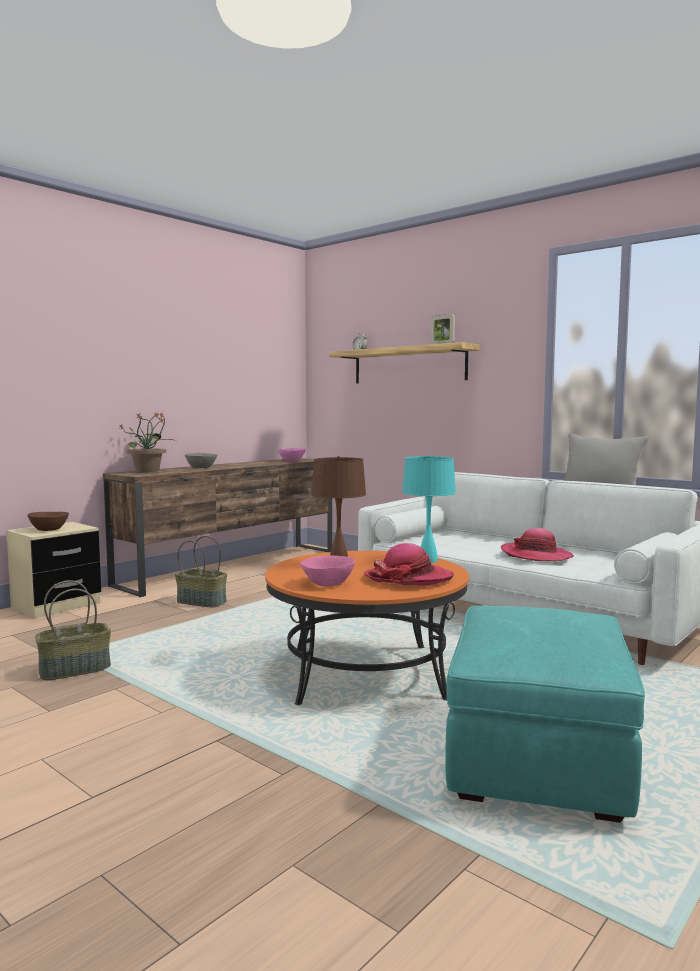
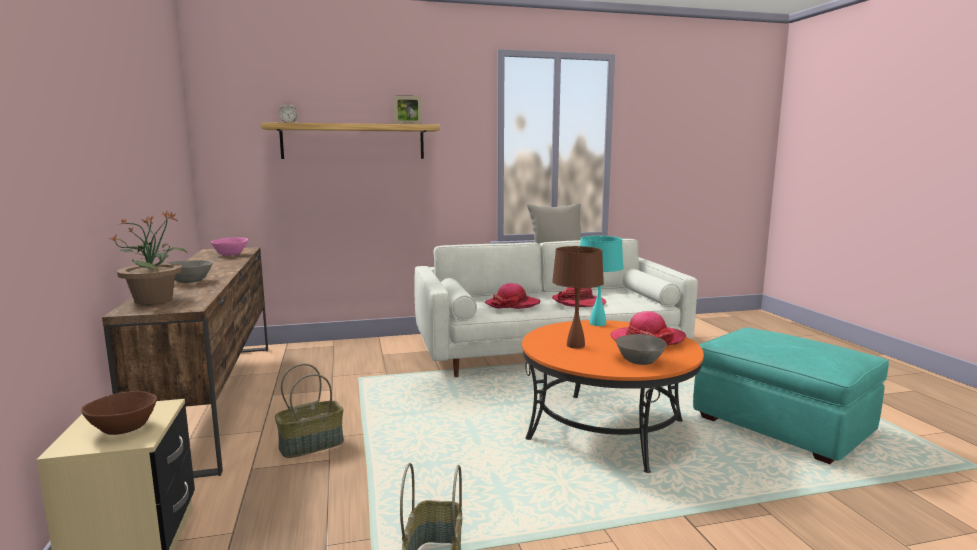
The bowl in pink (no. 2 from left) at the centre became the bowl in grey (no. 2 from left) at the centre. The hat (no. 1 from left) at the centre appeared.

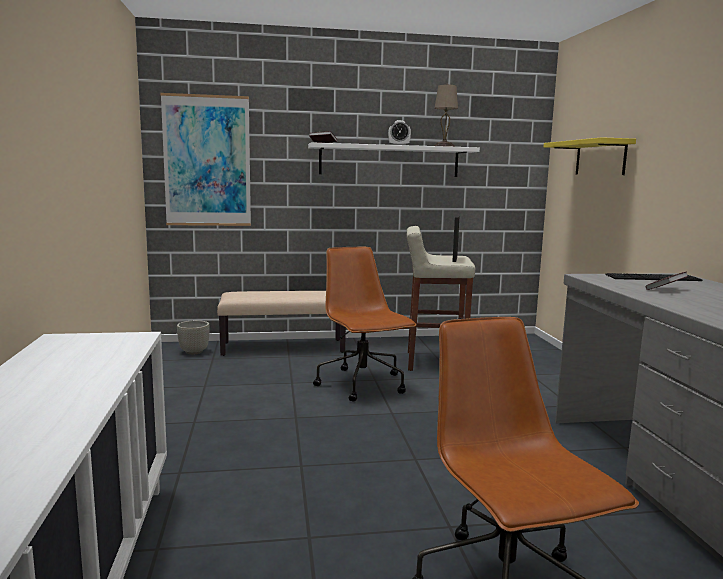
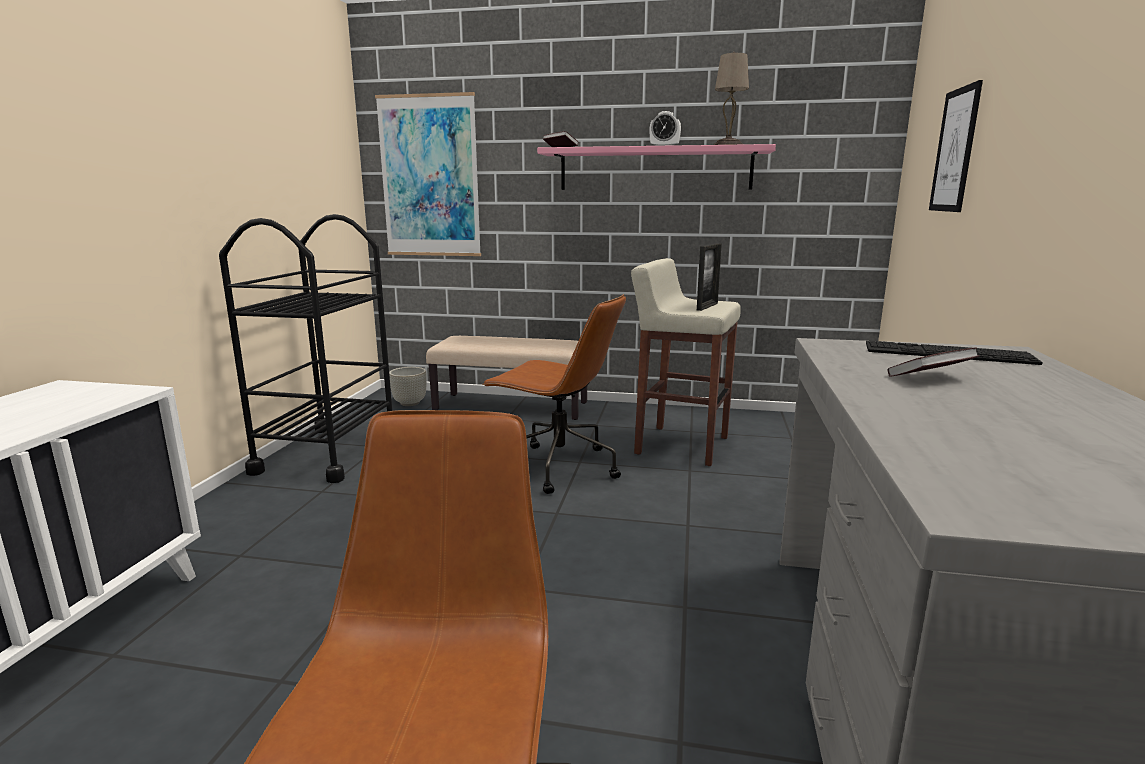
The shelf in yellow at the top right was replaced by the picture (no. 2 from left) at the top right. The shelf in white at the top centre became the shelf in pink at the top centre. The office chair in brown (no. 1 from left in the first image) at the centre turned 120 degrees clockwise. The cart in black at the middle left appeared.

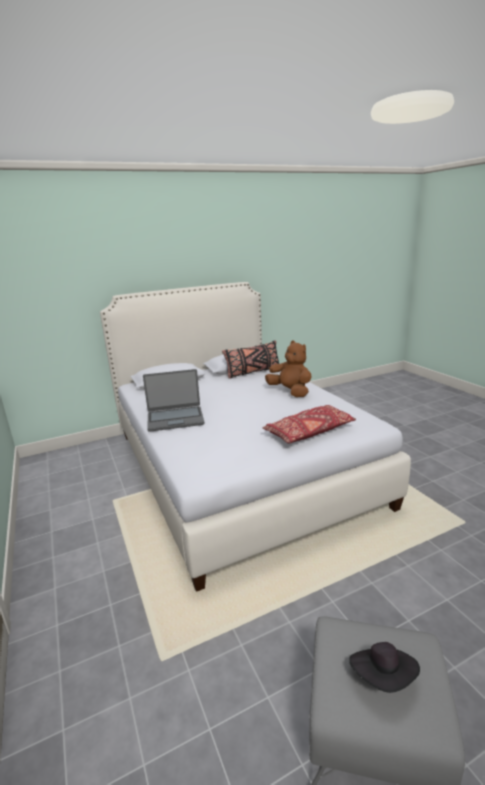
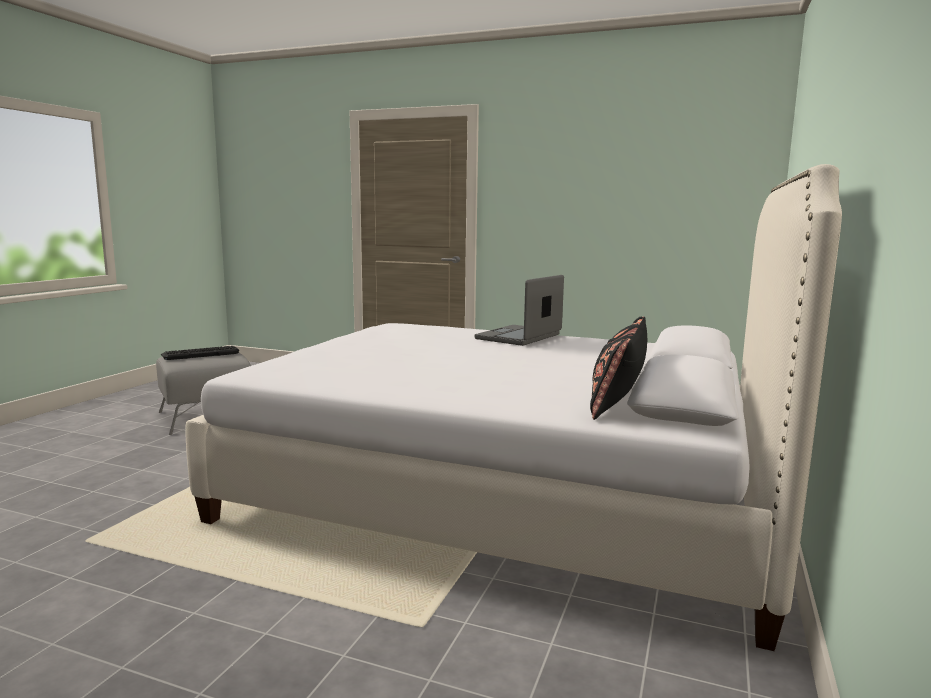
The plush toy in brown at the centre disappeared. The pillow in red at the centre disappeared. The hat in black at the bottom right was replaced by the keyboard at the middle left.

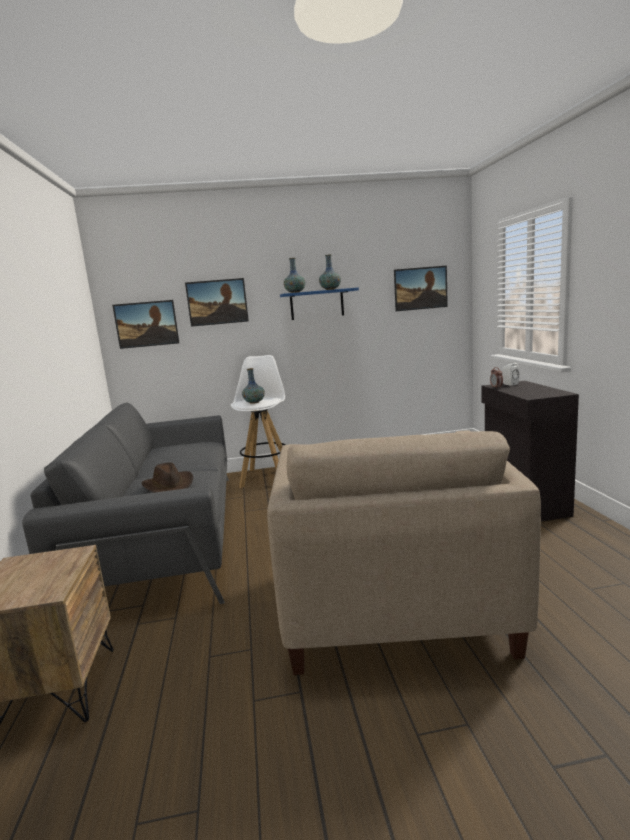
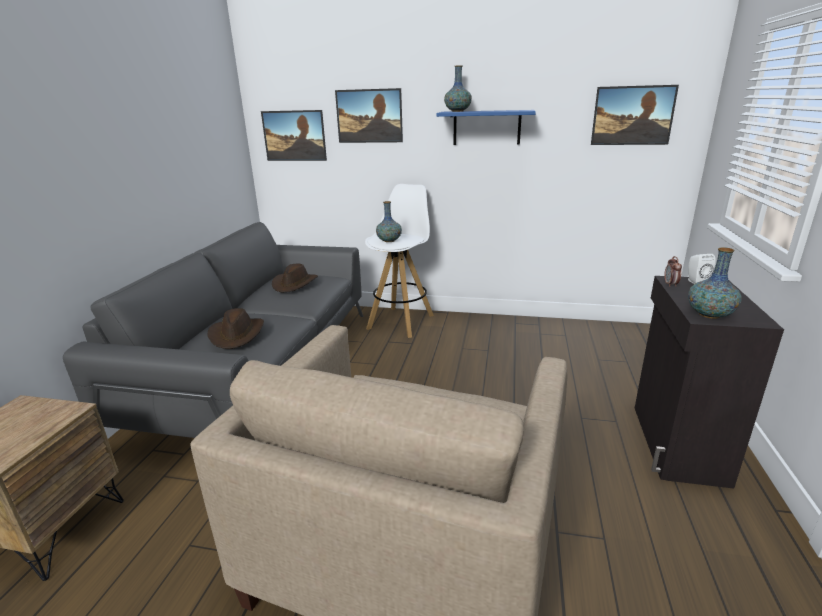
The vase (no. 3 from left) moved from the top centre to the middle right. The hat in brown (no. 2 from left) at the centre appeared.

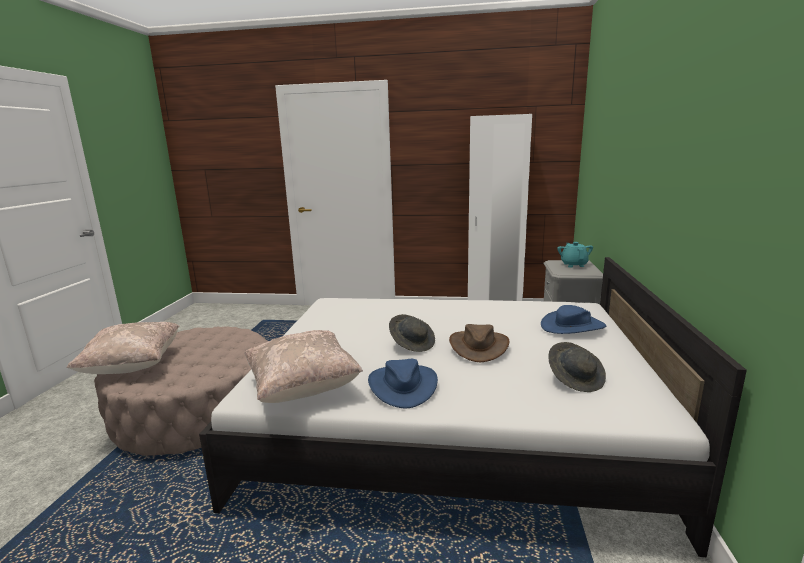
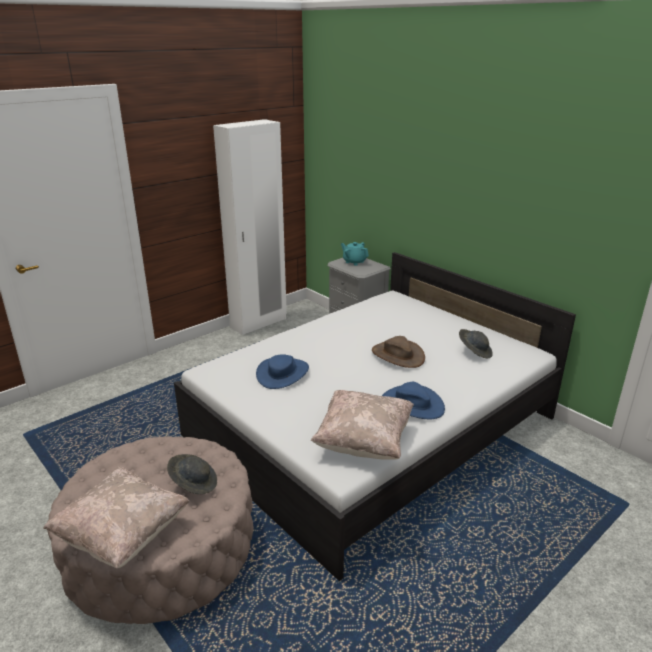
The hat in blue (no. 2 from left in the first image) moved from the middle right to the centre. The hat in grey (no. 1 from left) moved from the centre to the bottom left.

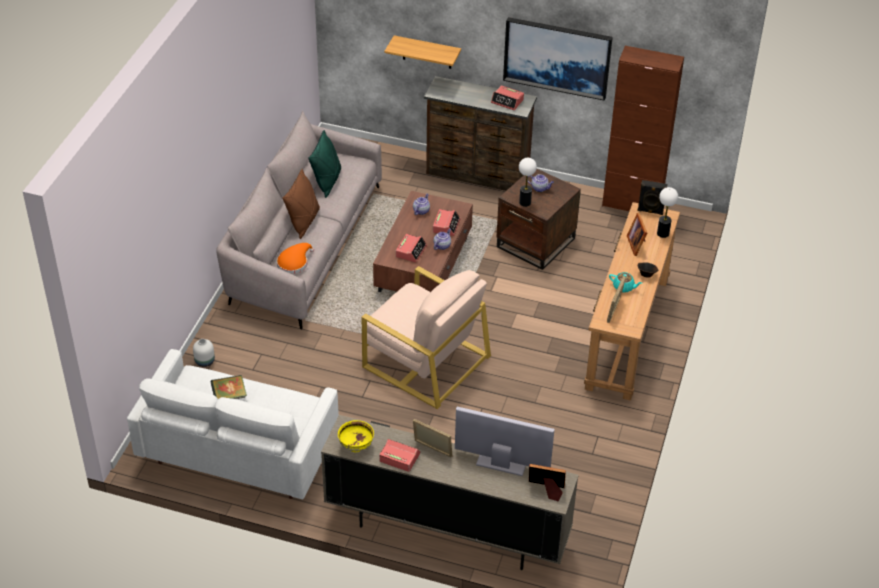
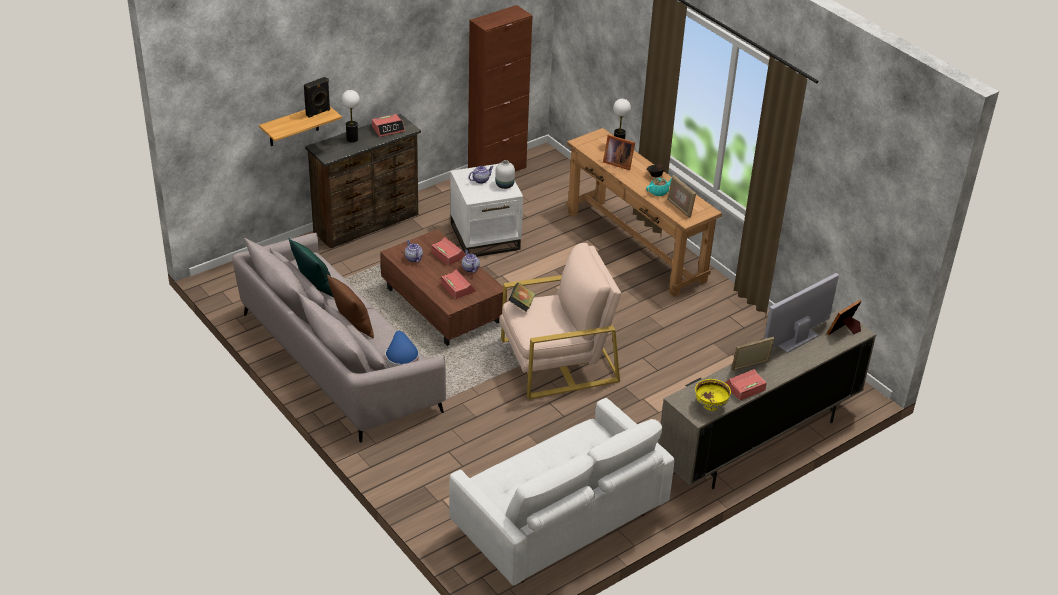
The picture at the top centre disappeared. The table lamp (no. 1 from left) moved from the top centre to the top left. The side table in brown at the centre became the side table in white at the centre. The speaker in black moved from the middle right to the top left. The hat in orange at the centre became the hat in blue at the centre. The vase in white moved from the middle left to the top centre. The book moved from the middle left to the centre.

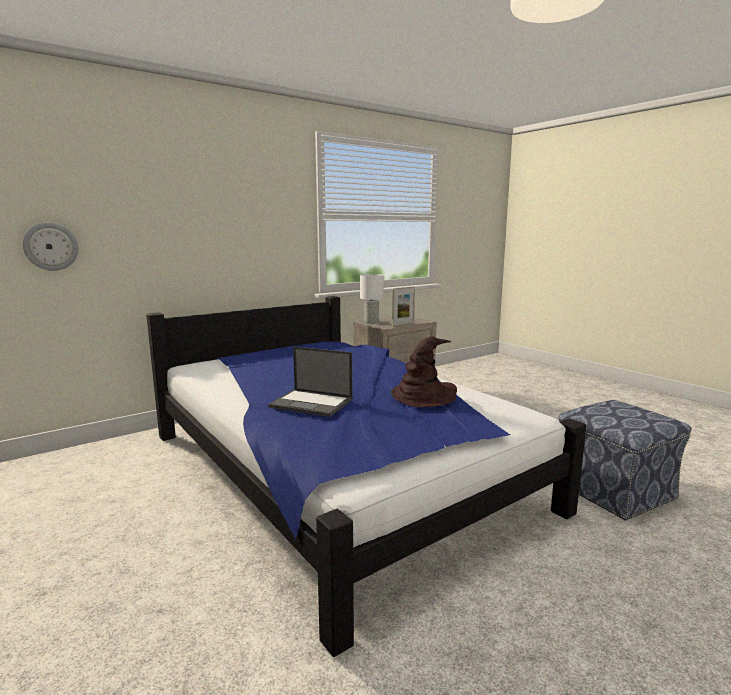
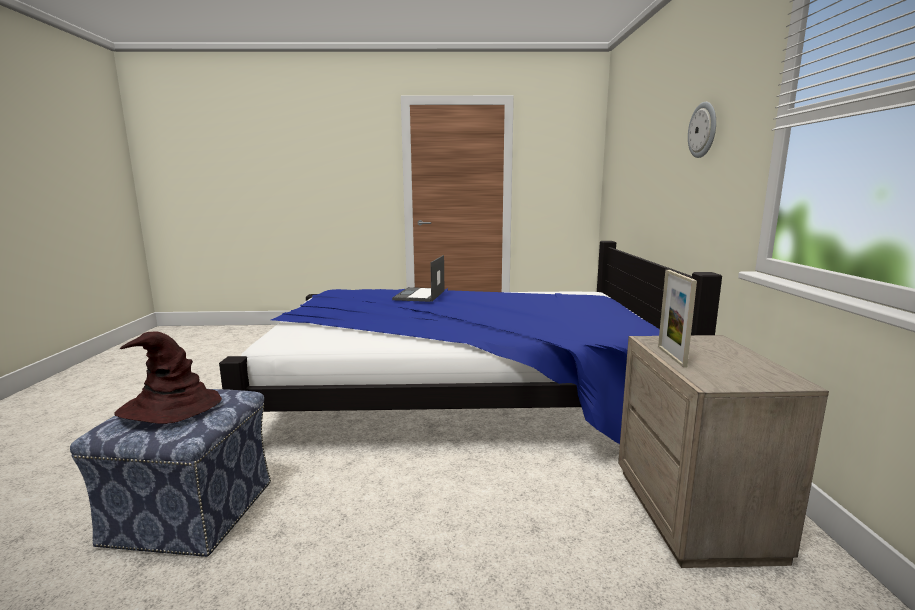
The wall clock moved from the middle left to the top right. The table lamp in white at the centre disappeared. The hat in brown moved from the centre to the middle left. The laptop at the centre turned 45 degrees counterclockwise.

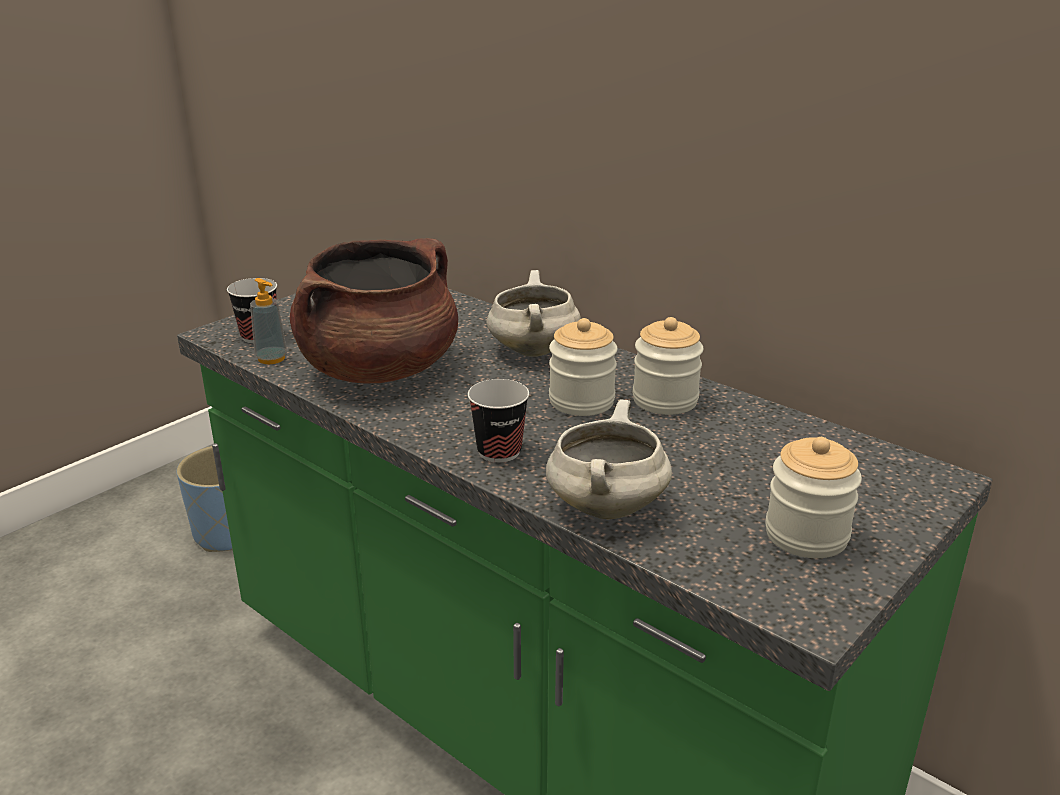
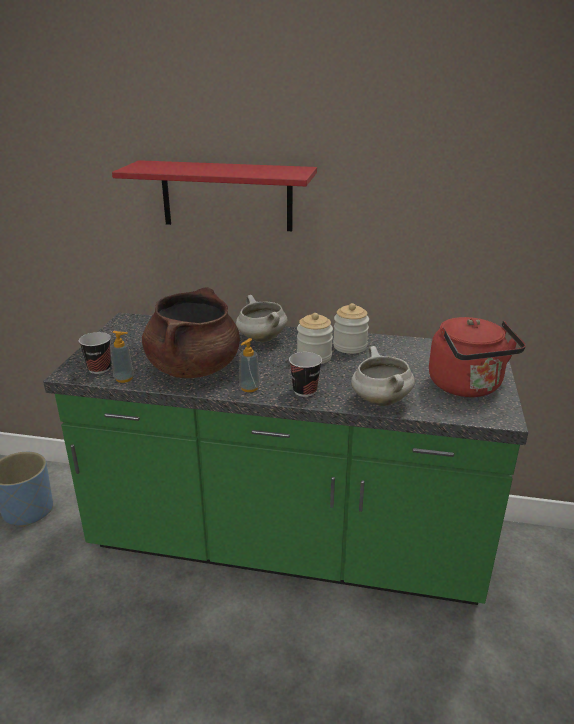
The jar (no. 3 from left) at the middle right was replaced by the kettle in red at the middle right. The shelf in red at the top centre appeared. The soap dispenser (no. 2 from left) at the centre appeared.

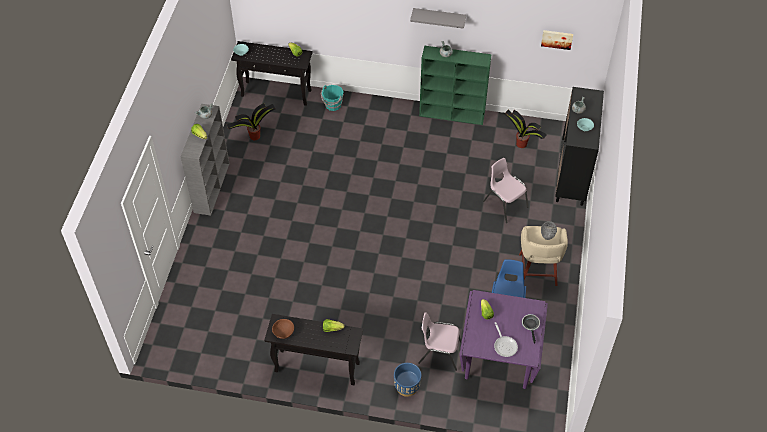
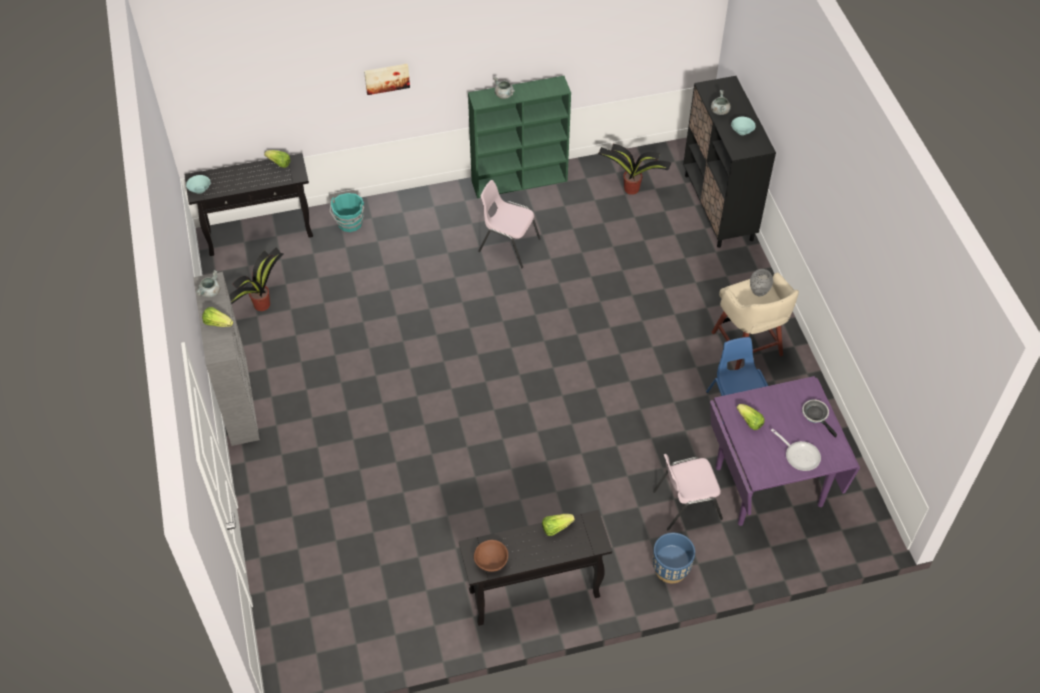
The shelf in grey at the top centre disappeared. The picture moved from the top right to the top centre. The chair in pink (no. 2 from left in the first image) moved from the centre to the top centre.

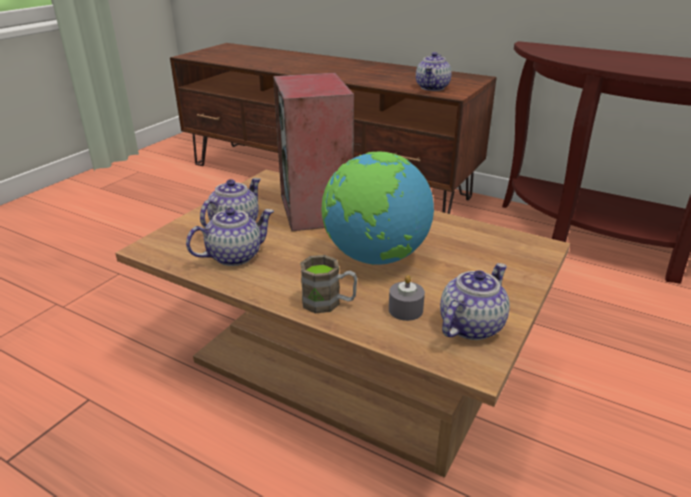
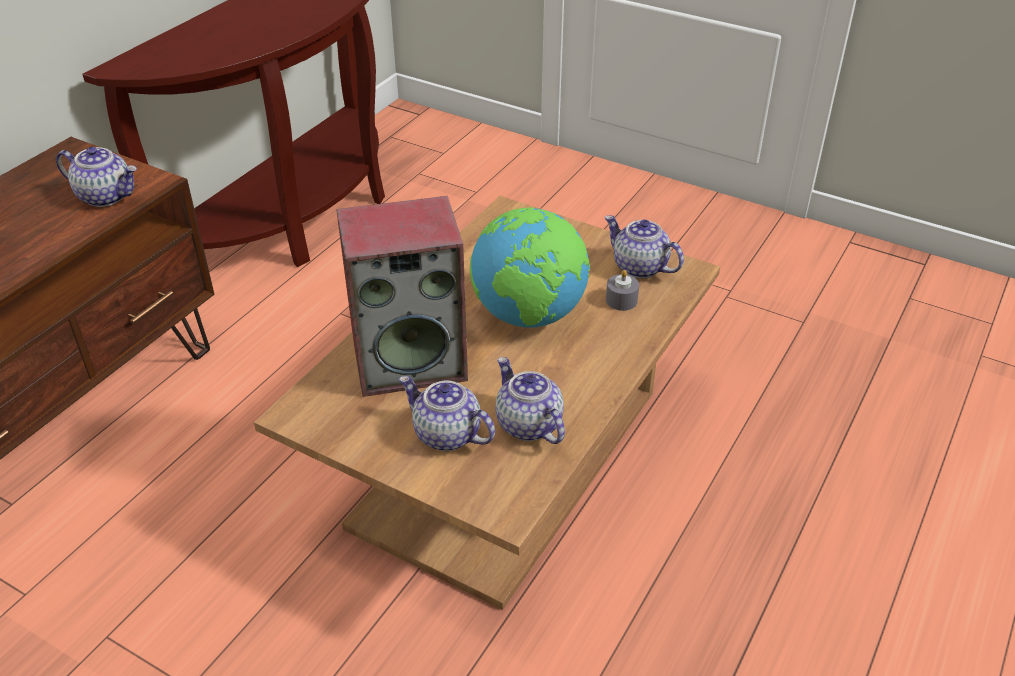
The mug in brown at the centre disappeared.

